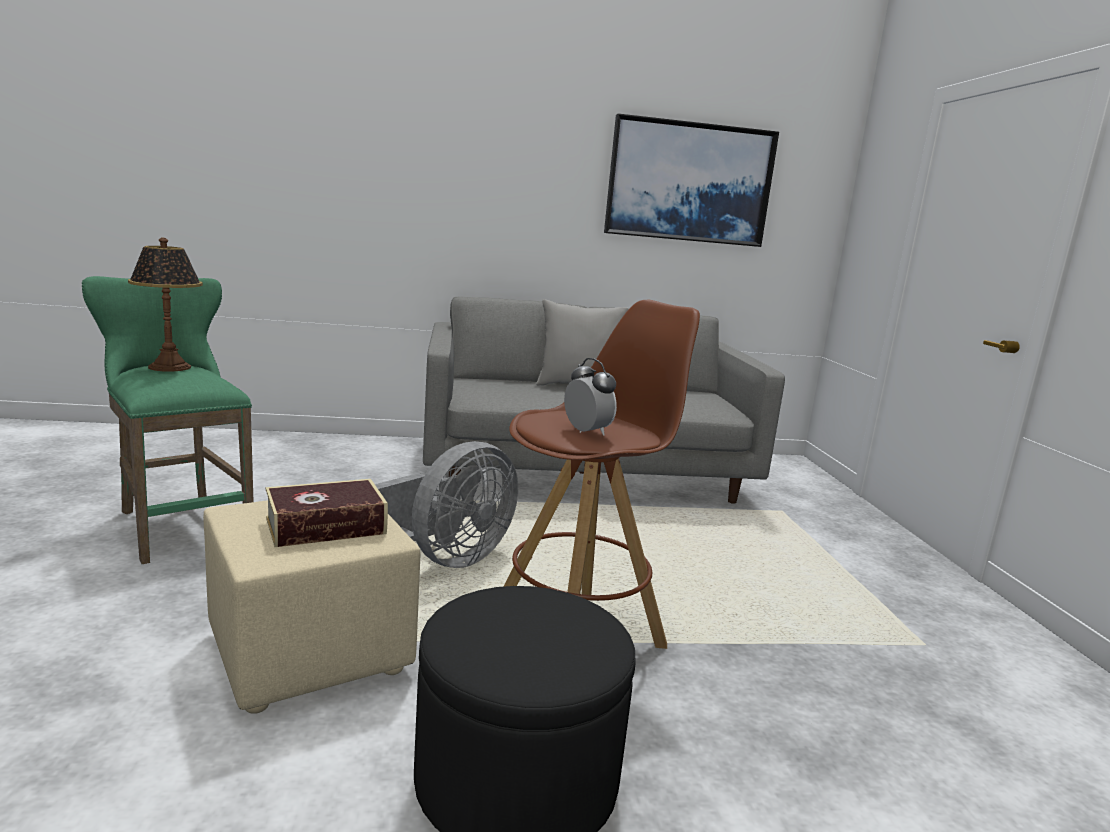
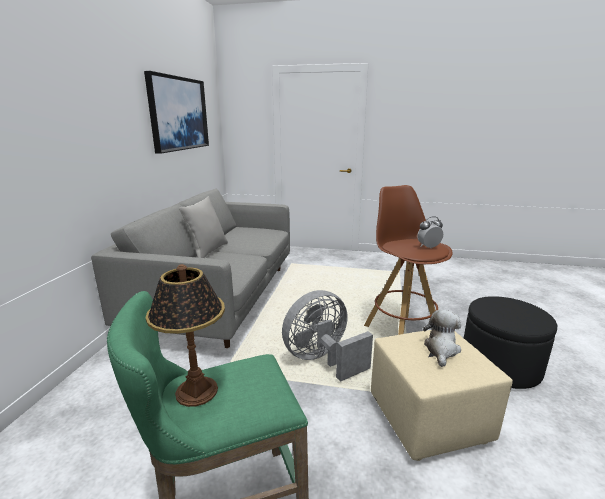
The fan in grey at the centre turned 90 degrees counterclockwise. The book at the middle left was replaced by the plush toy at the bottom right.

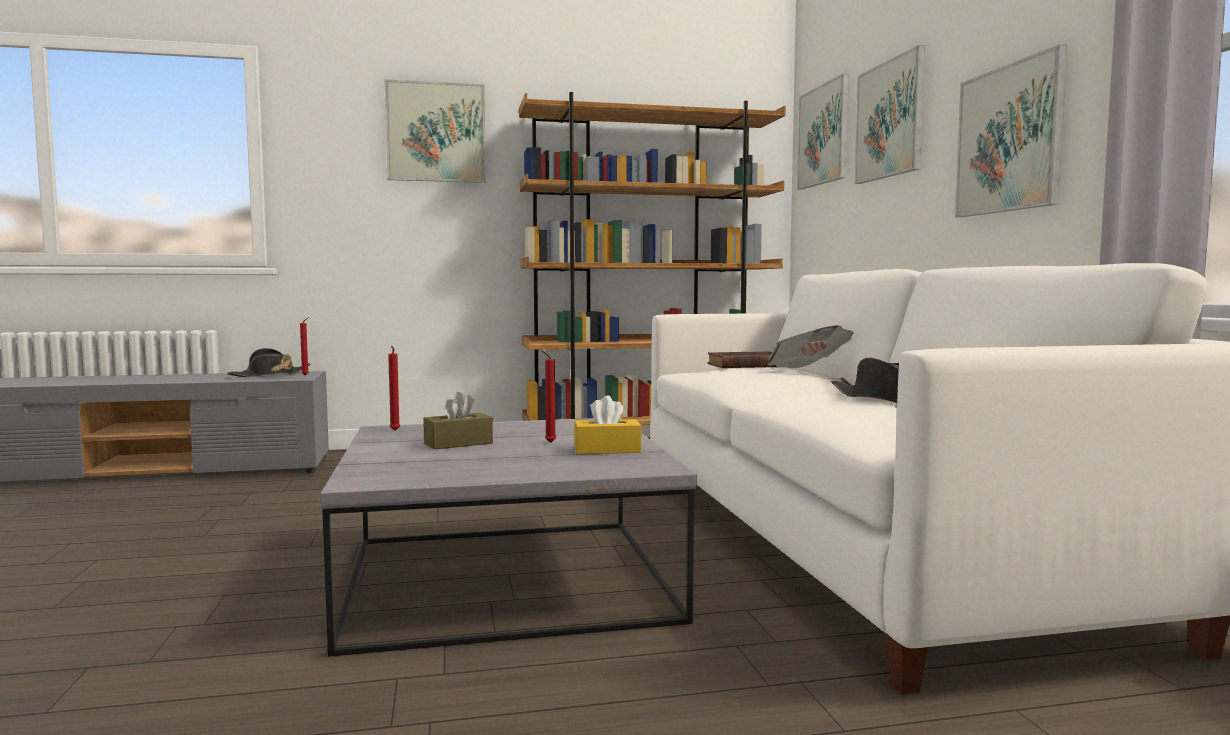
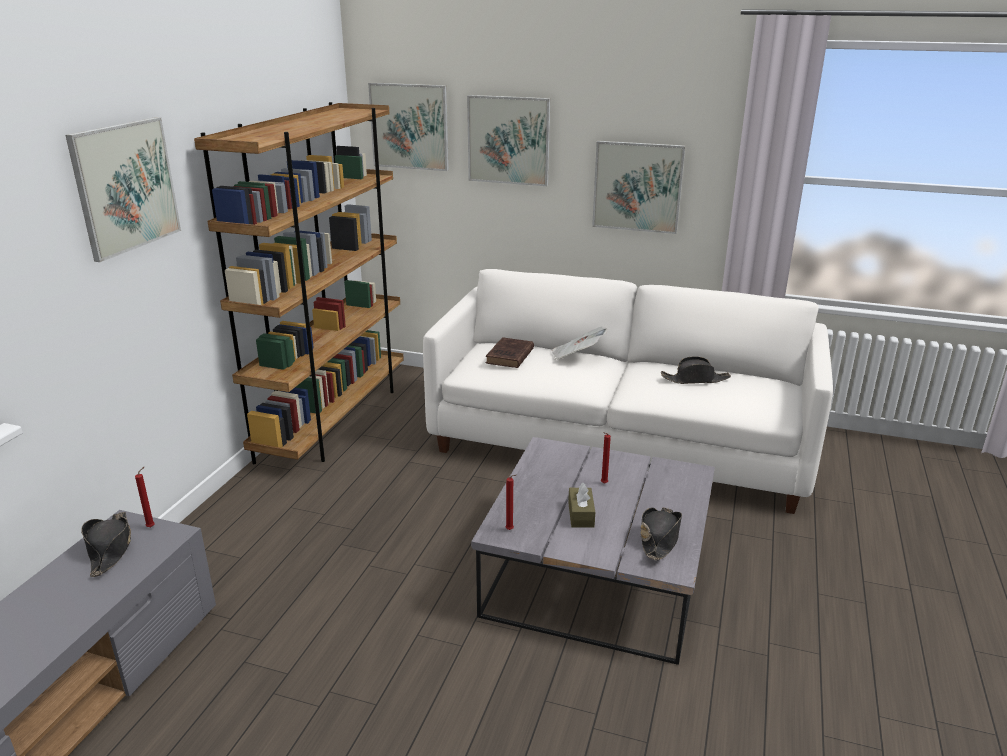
The tissue box in yellow at the centre disappeared. The hat in black (no. 2 from left) at the bottom centre appeared.

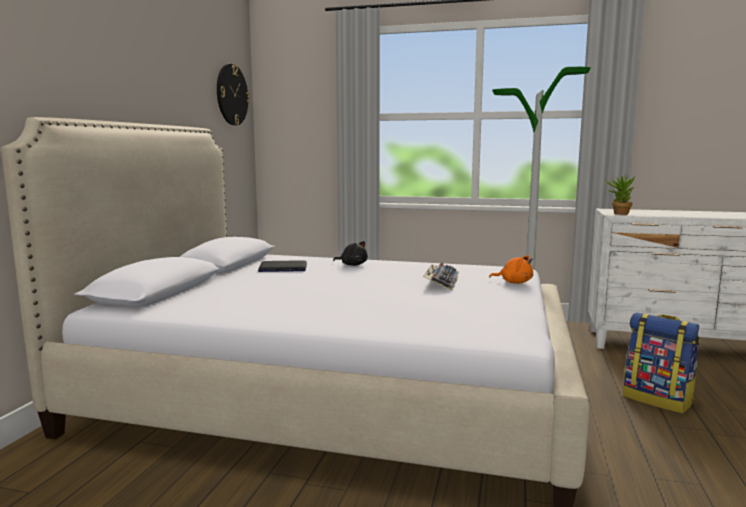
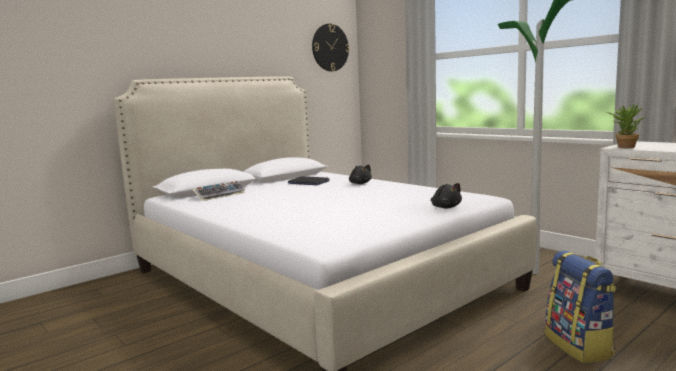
The plush toy in orange at the middle right became the plush toy in black (no. 2 from left) at the centre. The keyboard moved from the centre to the middle left.

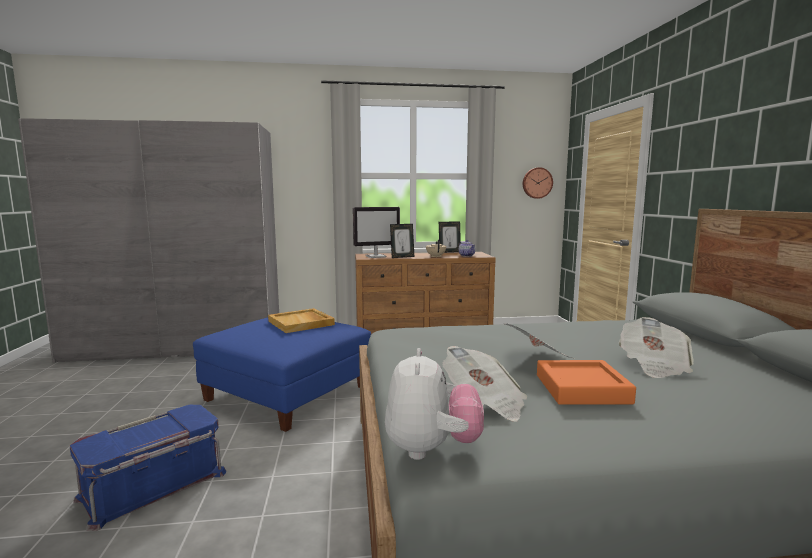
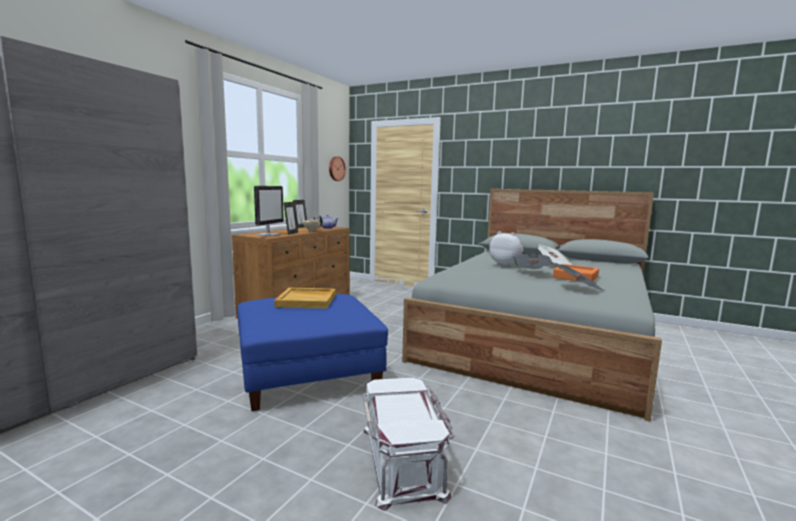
The plush toy moved from the bottom centre to the centre. The storage box in blue at the bottom left became the storage box in white at the bottom centre.

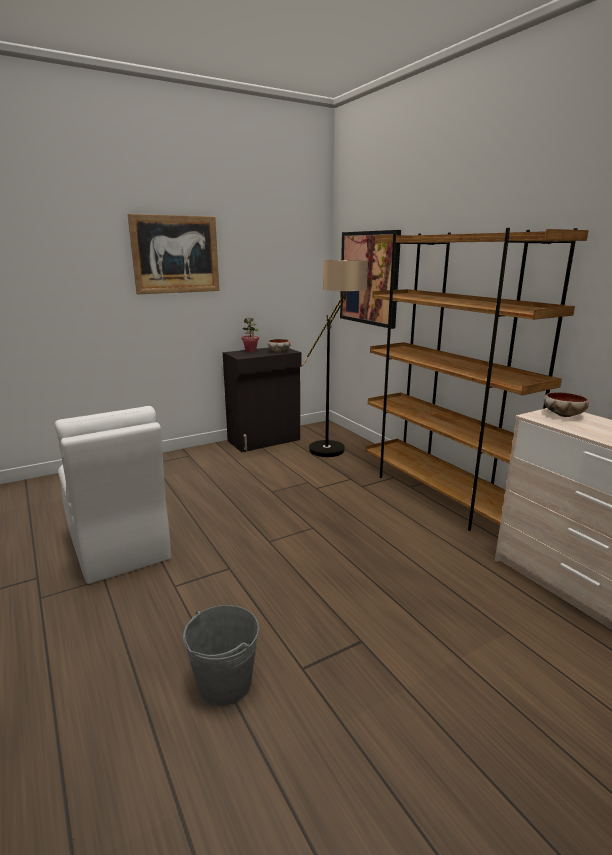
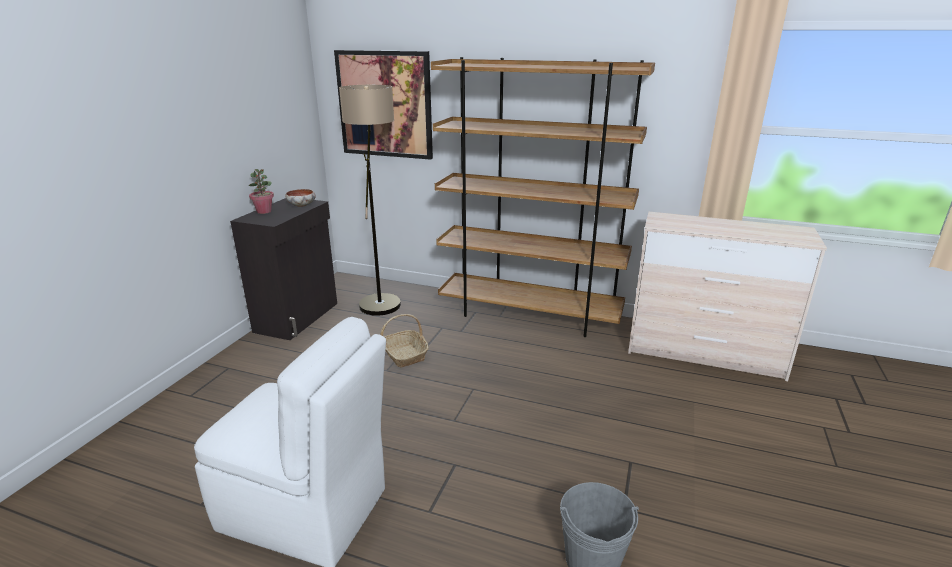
The picture (no. 1 from left) at the top left disappeared. The bowl (no. 2 from left) at the middle right disappeared. The basket at the centre appeared.

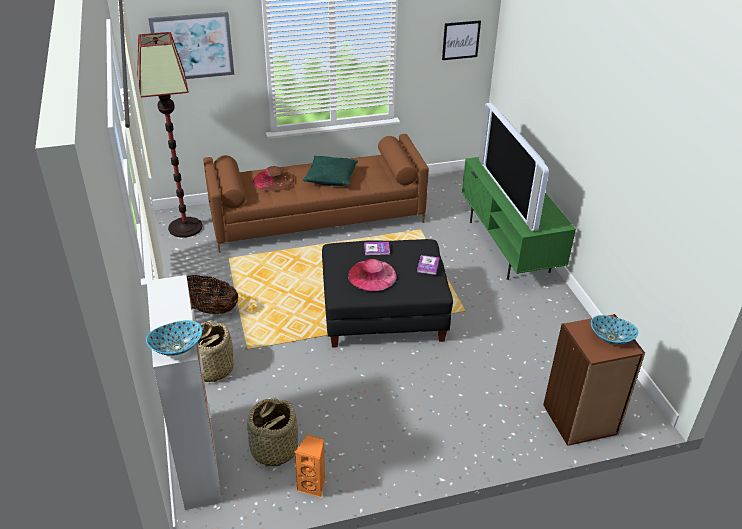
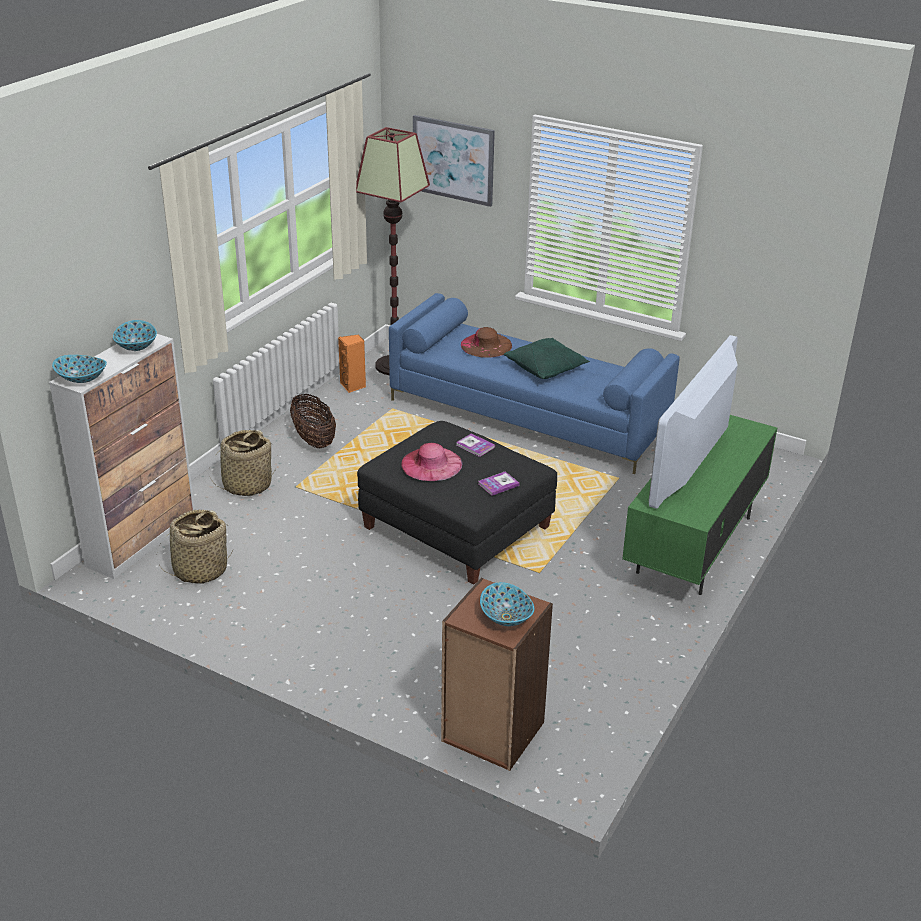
The picture (no. 2 from left) at the top centre disappeared. The sofa in brown at the centre became the sofa in blue at the centre. The speaker in orange moved from the bottom centre to the centre. The bowl (no. 2 from left) at the middle left appeared.

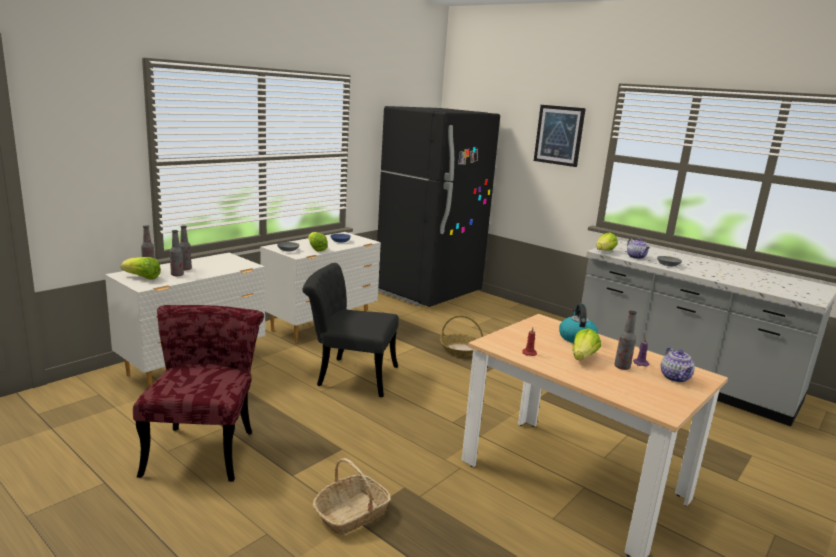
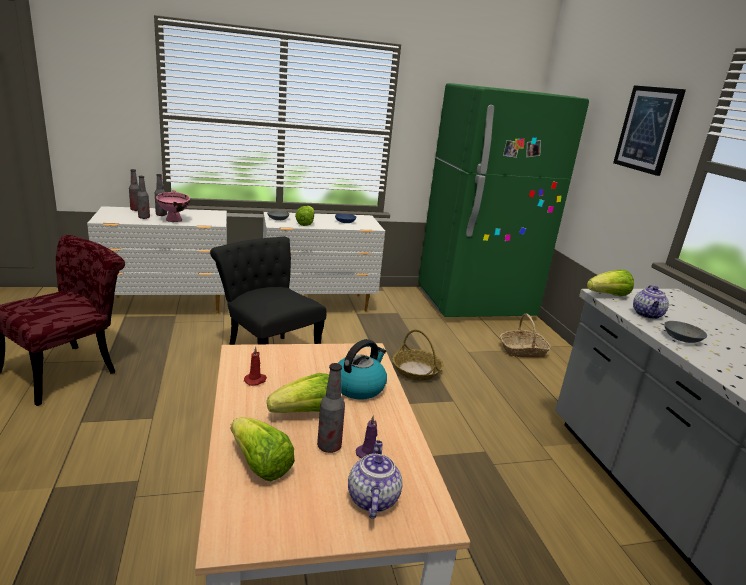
The fridge in black at the centre became the fridge in green at the middle right. The lettuce (no. 1 from left) moved from the middle left to the bottom centre. The teapot (no. 2 from left in the first image) at the middle right turned 150 degrees clockwise. The basket (no. 1 from left in the first image) moved from the bottom centre to the middle right. The bowl in pink at the middle left appeared.

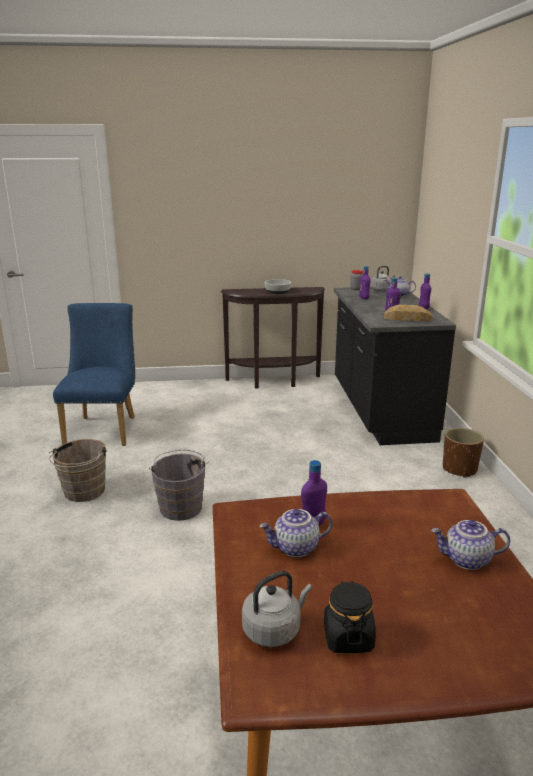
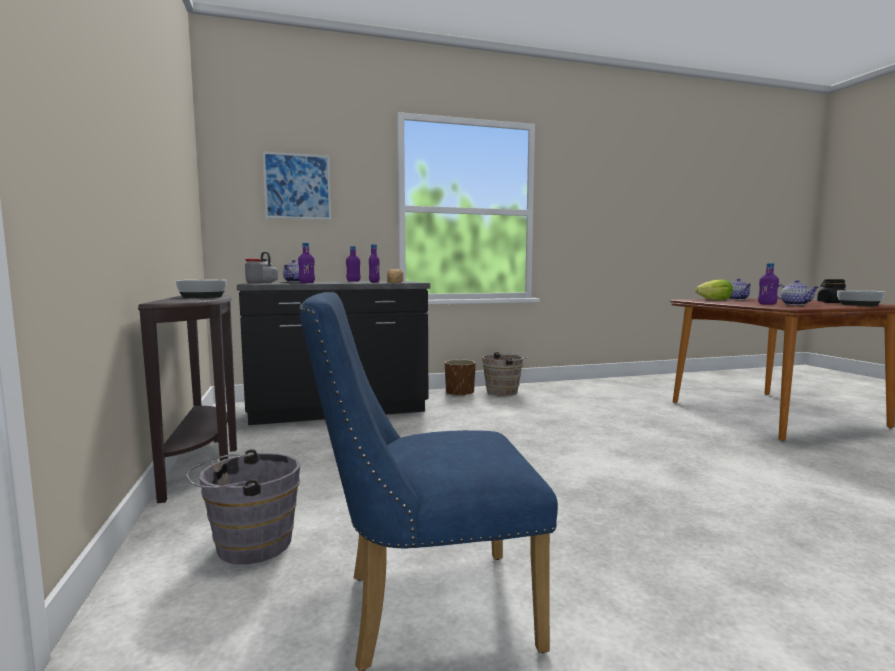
The bucket in brown moved from the middle left to the centre. The bucket in grey moved from the centre to the bottom left. The kettle in grey (no. 1 from left) at the bottom centre was replaced by the bowl (no. 2 from left) at the middle right. The picture at the top left appeared. The lettuce at the middle right appeared.

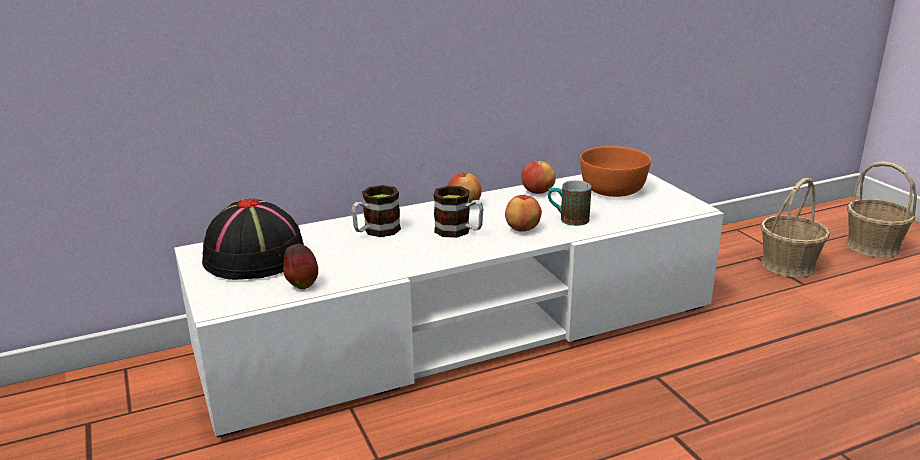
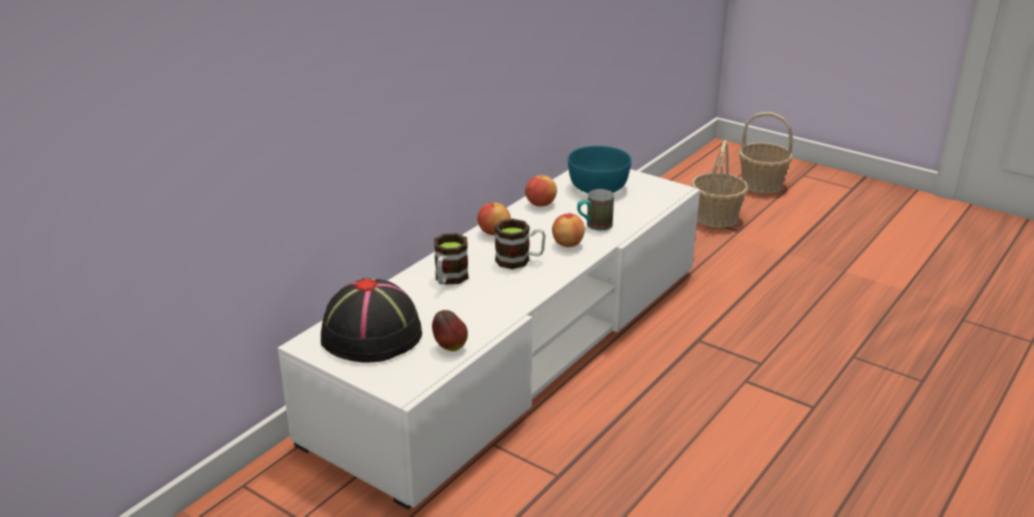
The bowl in orange at the middle right became the bowl in turquoise at the top centre.

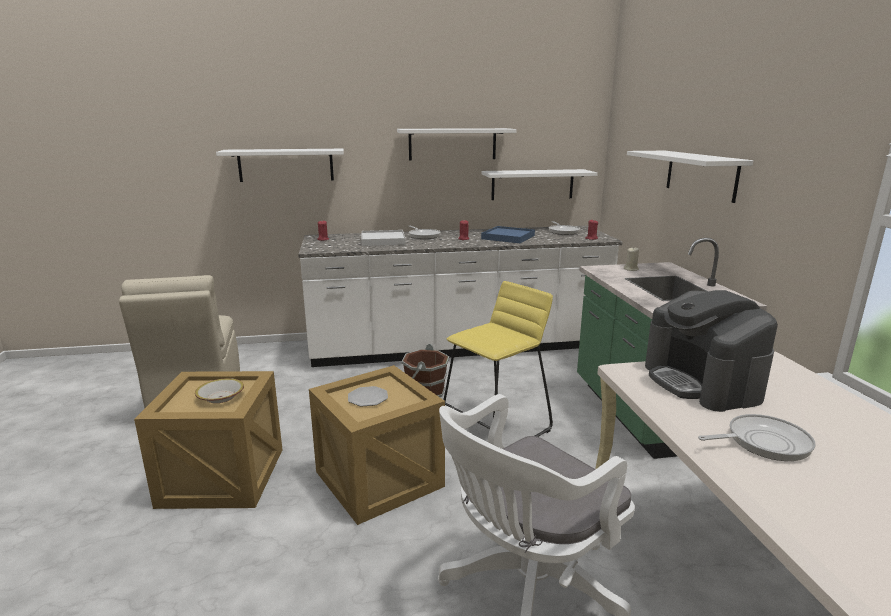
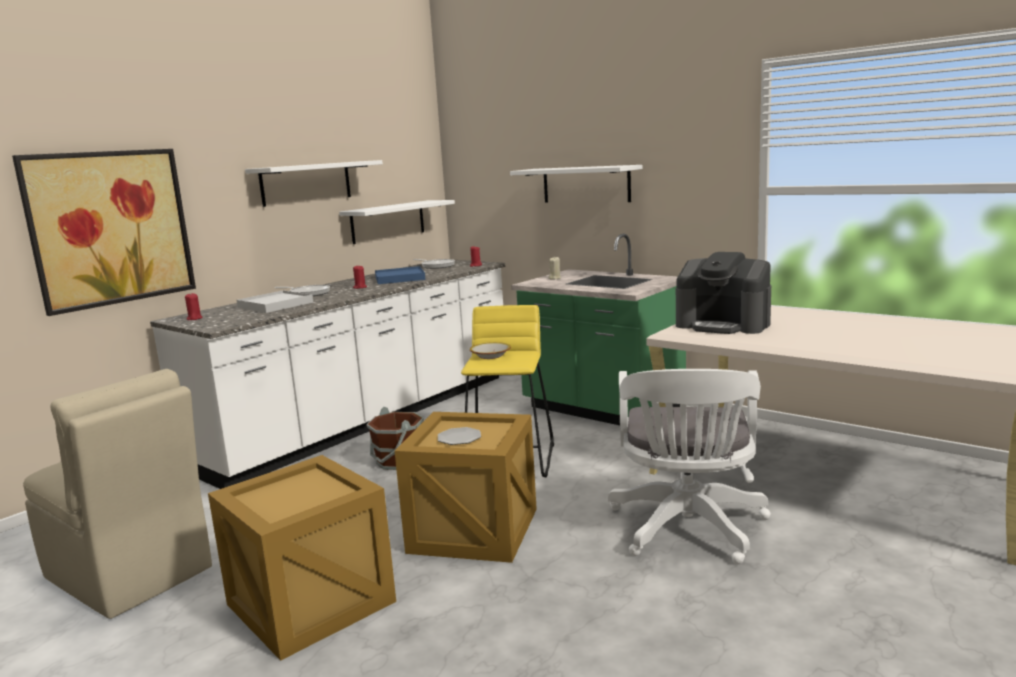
The shelf in white (no. 1 from left) at the top left was replaced by the picture at the middle left. The bowl moved from the middle left to the centre. The frying pan (no. 3 from left) at the bottom right disappeared.

